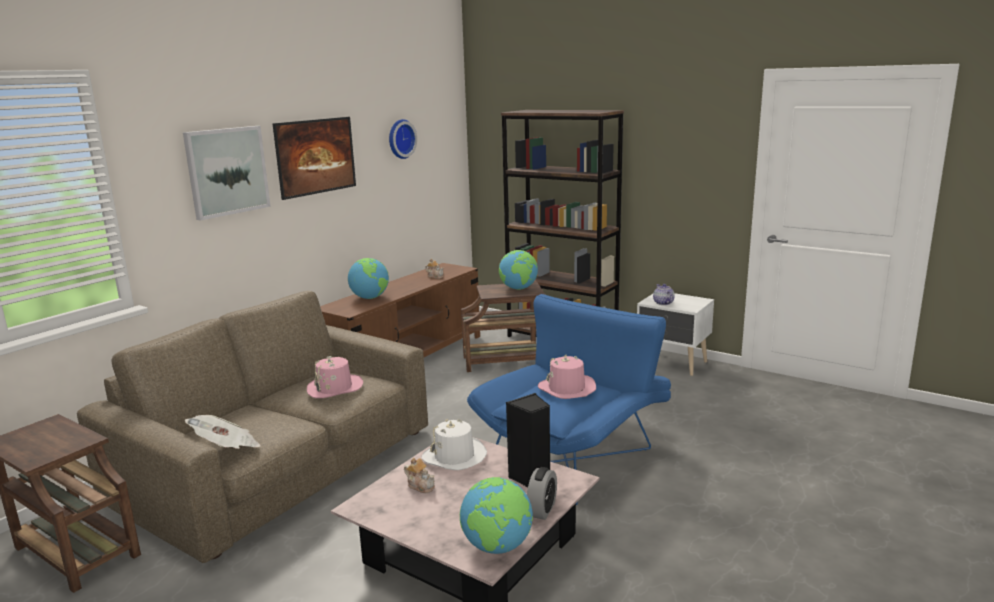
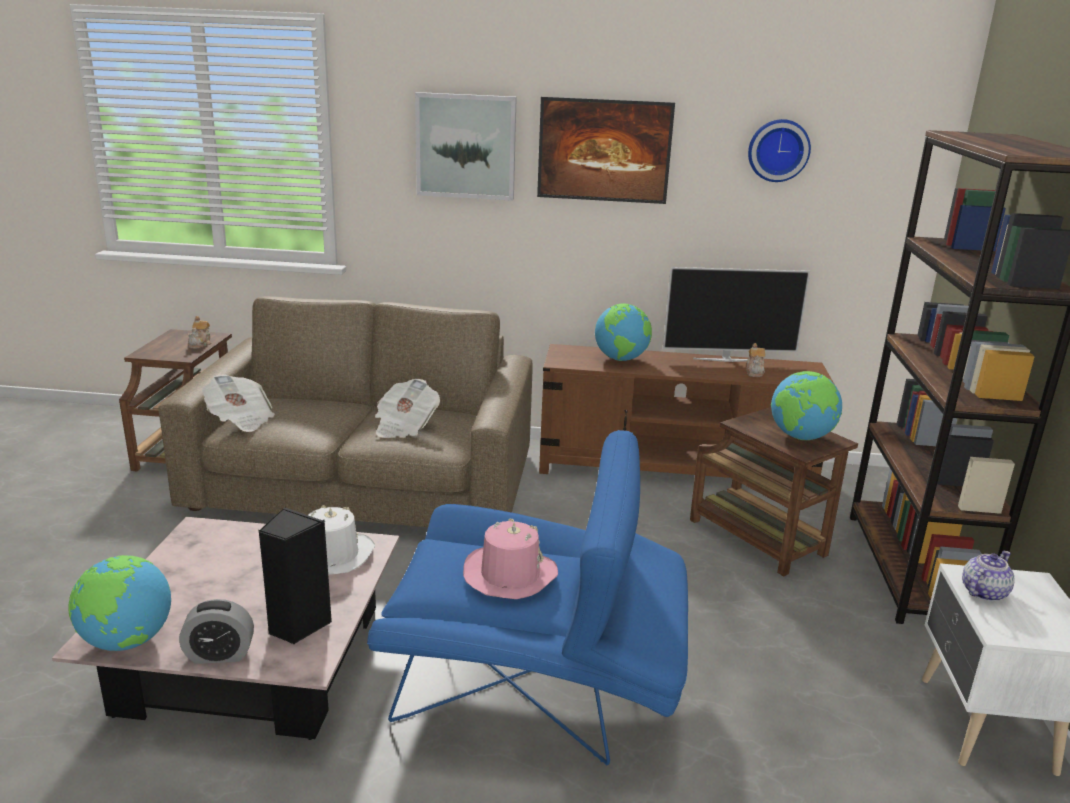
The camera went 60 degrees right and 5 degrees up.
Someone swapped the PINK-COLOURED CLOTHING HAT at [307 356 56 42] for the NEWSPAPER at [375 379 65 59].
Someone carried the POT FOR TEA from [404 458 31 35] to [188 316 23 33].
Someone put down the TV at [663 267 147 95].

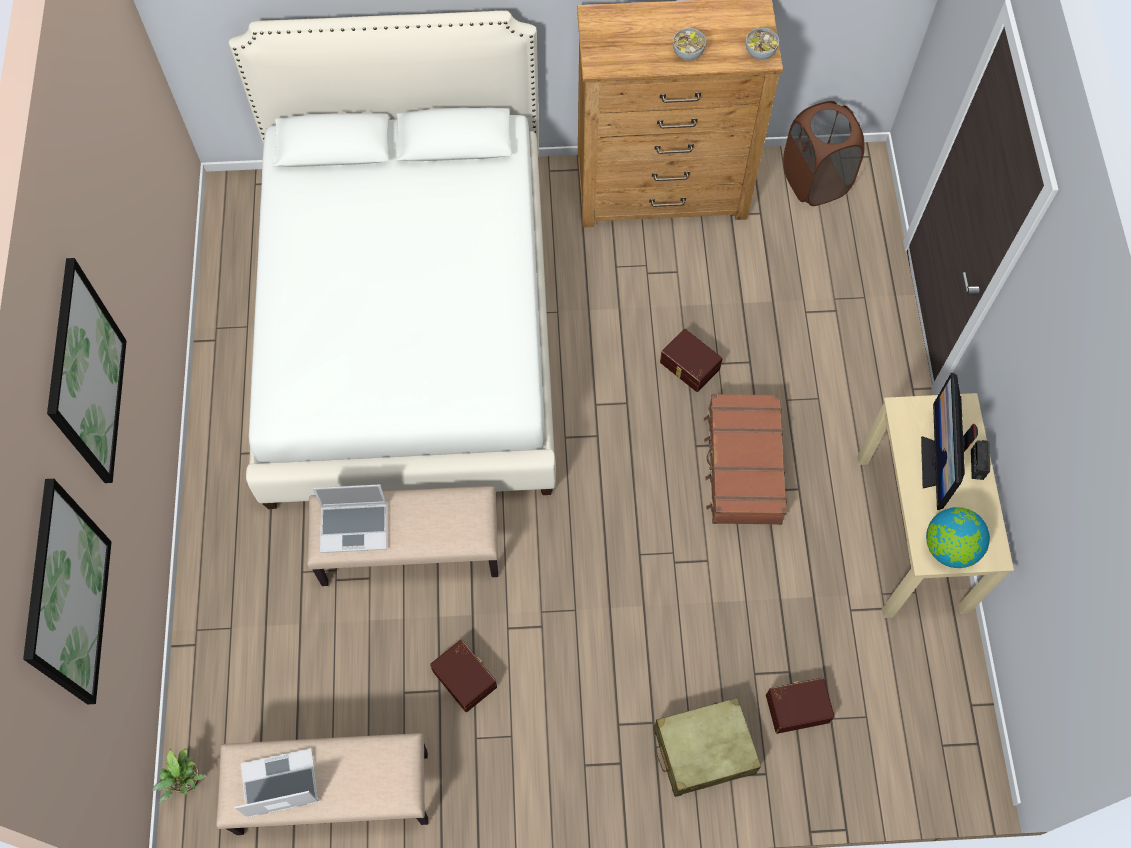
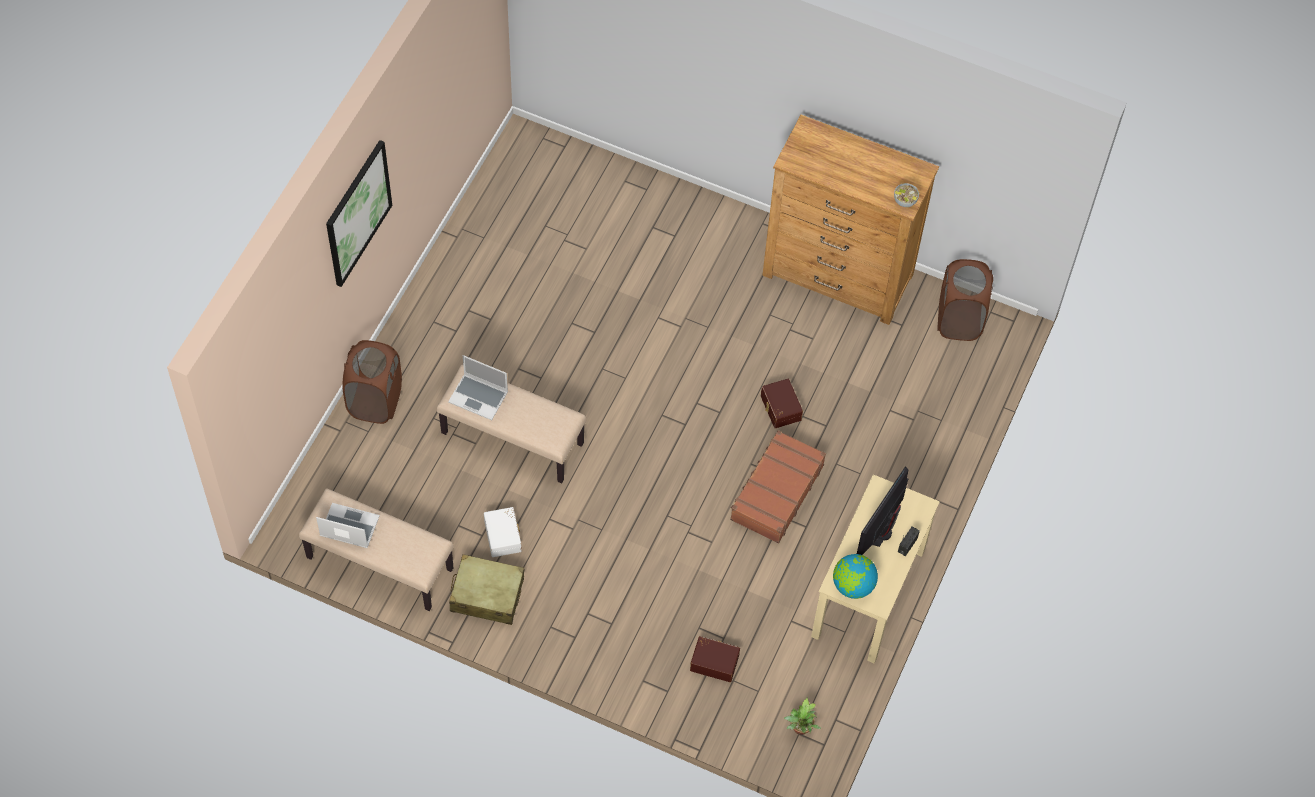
The camera went 25 degrees right and 5 degrees down.
Someone took away the WHITISH BEDROOM BED at [229 11 327 498].
Someone took away the DEEP DISH at [673 28 33 33].
Someone took away the WALL PICTURE at [23 479 88 226].
Someone repainted the BROWN STORAGE CONTAINER at [430 639 67 73], which became the WHITISH STORAGE CONTAINER at [484 507 37 50].
Someone carried the BEIGE-COLOURED TRAVEL CASE from [654 697 107 100] to [449 554 75 71].
Someone carried the PLANT IN A POT from [152 748 55 55] to [784 697 37 38].
Someone put down the BROWN HAMPER at [342 340 60 84].

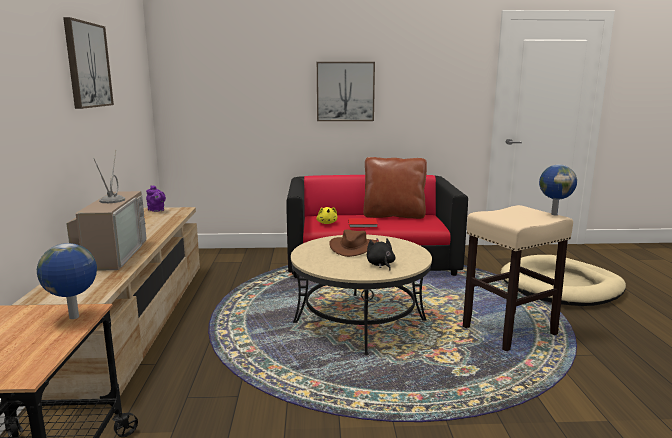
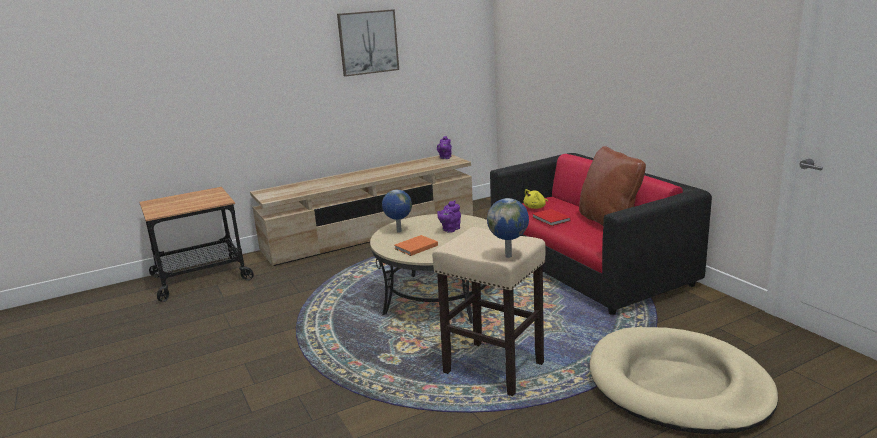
The camera went 65 degrees right and 5 degrees up.
Someone took away the WALL PICTURE at [317 62 58 59].
Someone took away the TV at [66 150 81 121].
Someone swapped the BROWN CLOTHING HAT at [329 230 47 27] for the PURPLISH POT FOR TEA at [437 200 24 33].
Someone swapped the BLACK PLUSH TOY at [367 238 28 32] for the ORANGE VOLUME at [394 235 44 21].
Someone carried the DESK GLOBE from [37 243 60 76] to [382 190 30 43].

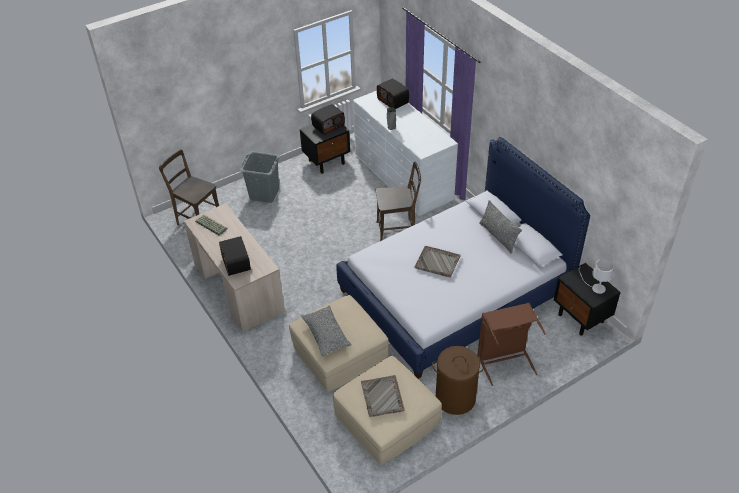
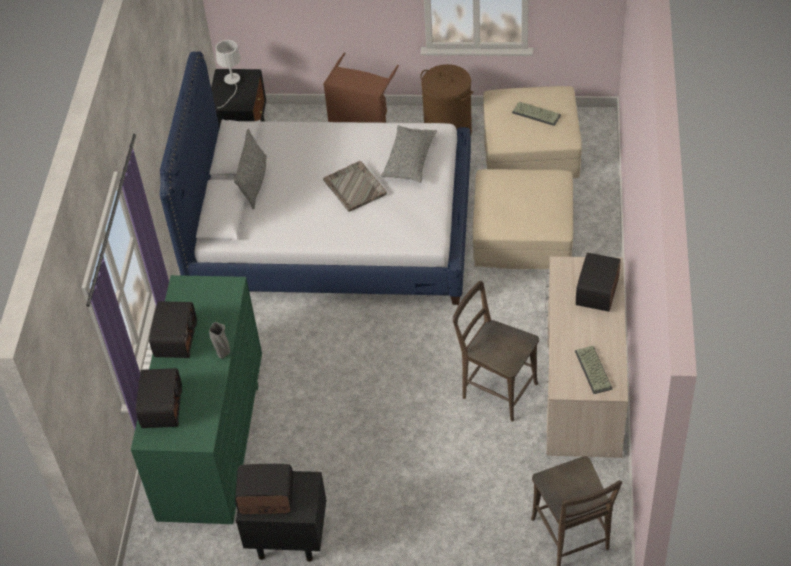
The camera went 140 degrees left and 5 degrees up.
Someone repainted the WHITISH DRESSER at [353 91 105 125], which became the GREEN-COLOURED DRESSER at [131 275 131 249].
Someone took away the GREYISH HAMPER at [239 151 41 52].
Someone carried the BROWN PLAIN CHAIR from [376 161 45 80] to [453 281 86 141].
Someone carried the GREYISH CUSHION from [301 306 50 51] to [381 125 56 58].
Someone swapped the GREYISH CARRYING TRAY at [361 375 44 42] for the COMPUTER KEYBOARD at [512 102 49 24].
Someone put down the RADIO SET at [149 301 48 57].

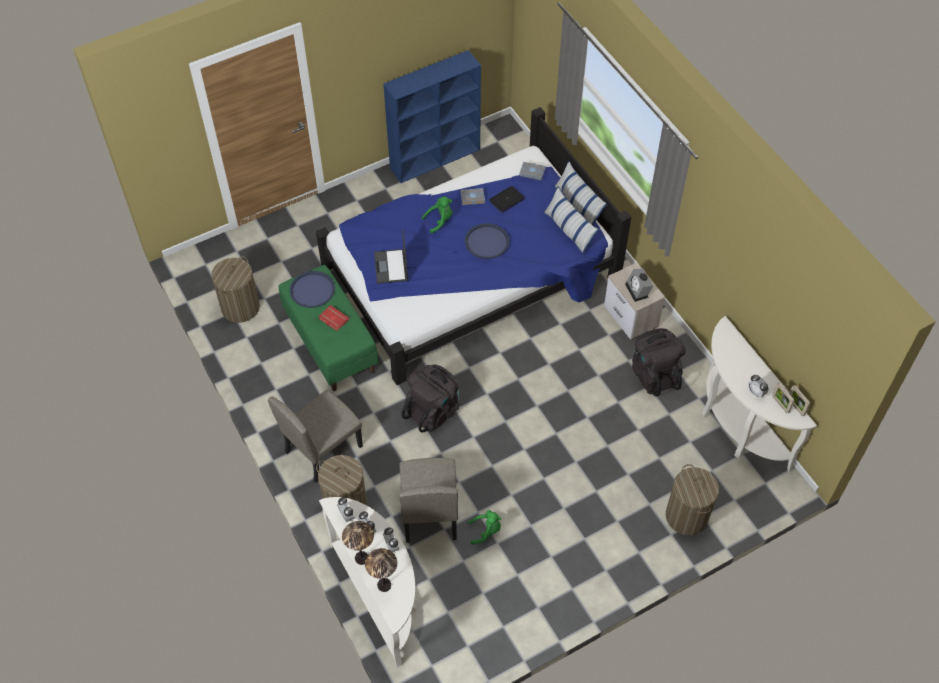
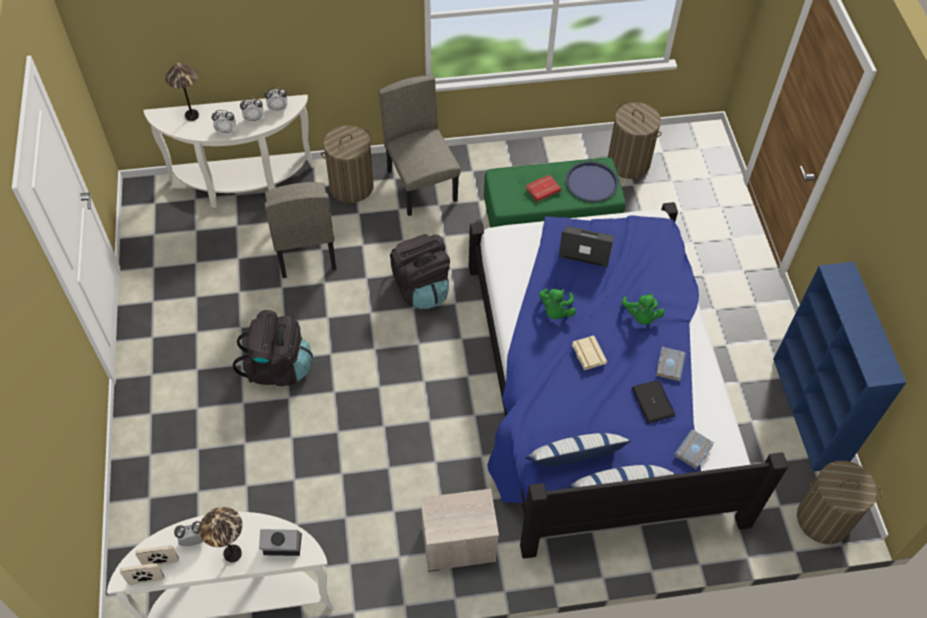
The camera went 110 degrees right and 0 degrees up.
Someone swapped the BLUE CARRYING TRAY at [465 223 45 36] for the BEIGE-COLOURED VOLUME at [572 335 35 35].
Someone carried the TABLE CLOCK from [625 268 28 34] to [259 529 43 27].
Someone carried the BLACK RUCKSACK from [632 328 54 68] to [233 310 80 76].
Someone rotated the BEIGE-COLOURED PLAIN CHAIR at [399 458 59 85] by 120 degrees counterclockwise.
Someone carried the HAMPER from [666 464 53 71] to [797 461 86 83].
Someone carried the GREEN-COLOURED PLUSH TOY from [467 510 34 34] to [539 288 37 31].
Someone carried the LAMP FOR A TABLE from [342 521 32 44] to [199 507 43 55].

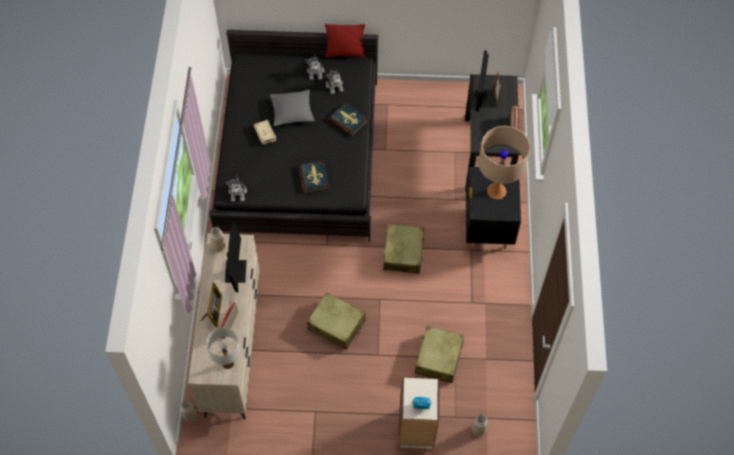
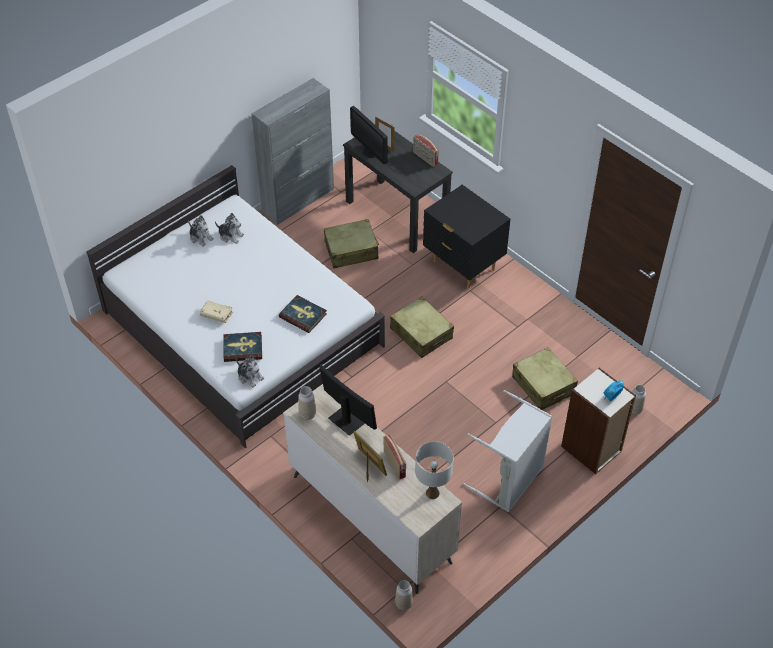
The camera went 45 degrees left and 10 degrees down.
Someone took away the REDDISH CUSHION at [325 24 40 34].
Someone repainted the BLACK BEDROOM BED at [209 30 169 212], which became the WHITISH BEDROOM BED at [86 165 299 283].
Someone took away the GREYISH CUSHION at [270 89 45 37].
Someone carried the VOLUME from [329 102 40 34] to [223 332 39 30].
Someone took away the BEIGE-COLOURED LAMP FOR A TABLE at [478 126 53 74].
Someone carried the BEIGE-COLOURED TRAVEL CASE from [307 292 59 58] to [324 219 55 49].
Someone put down the GREYISH STORAGE CABINET at [251 78 83 147].
Someone put down the GREYISH HAMPER at [463 390 89 123].

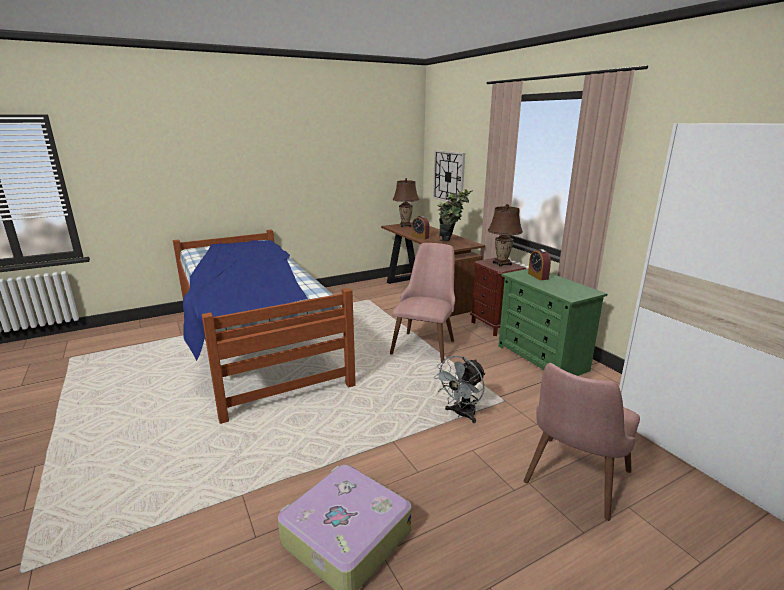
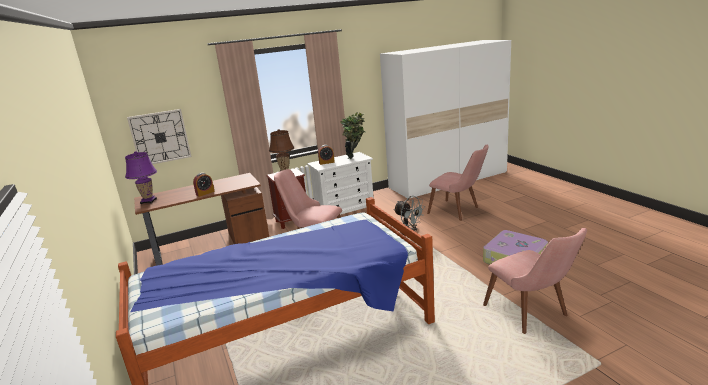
The camera went 85 degrees left and 0 degrees up.
Someone repainted the BROWN LAMP FOR A TABLE at [393 178 26 49], which became the PURPLISH LAMP FOR A TABLE at [125 151 32 53].
Someone carried the PLANT IN A POT from [437 189 35 52] to [340 112 26 47].
Someone repainted the GREEN-COLOURED DRESSER at [498 269 109 107], which became the WHITISH DRESSER at [307 152 67 63].
Someone put down the PINK-COLOURED PLAIN CHAIR at [483 228 104 106].

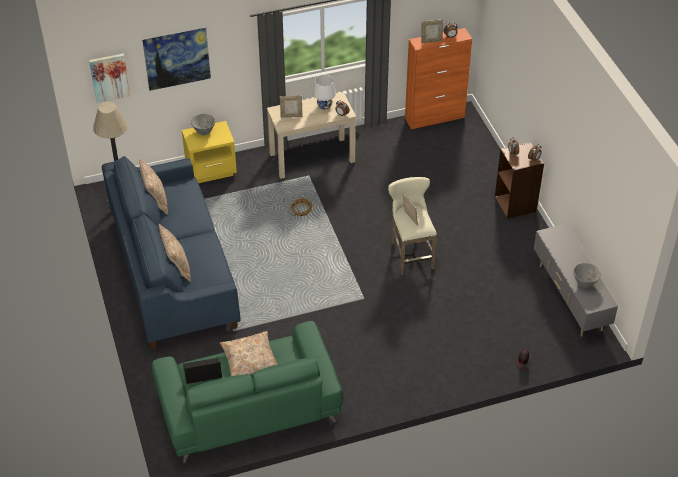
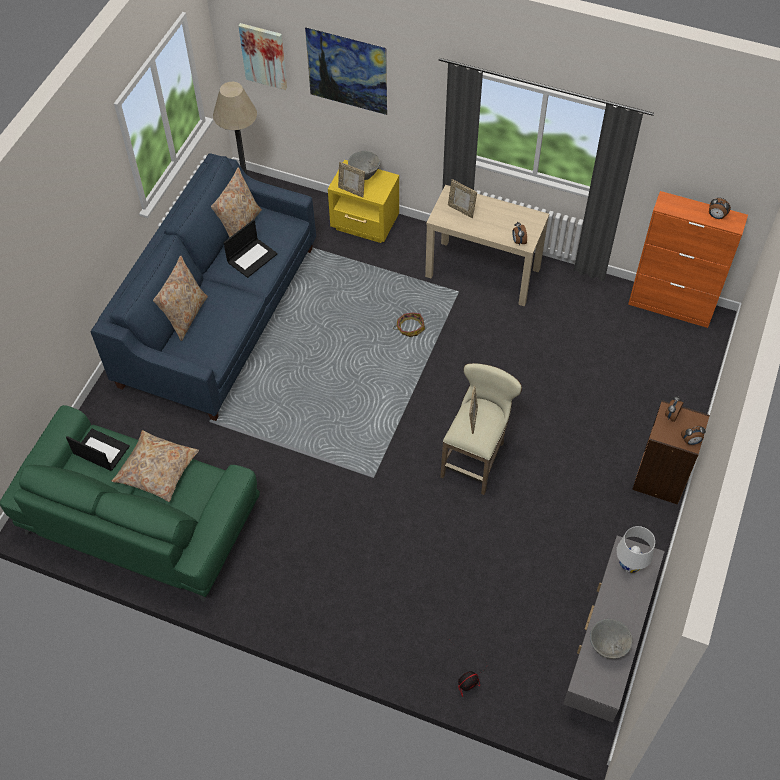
The camera went 40 degrees right and 10 degrees up.
Someone carried the PHOTO FRAME from [421 19 22 24] to [338 162 27 36].
Someone carried the WHITISH LAMP FOR A TABLE from [313 75 23 34] to [616 526 39 47].
Someone put down the NOTEBOOK COMPUTER at [224 219 53 59].

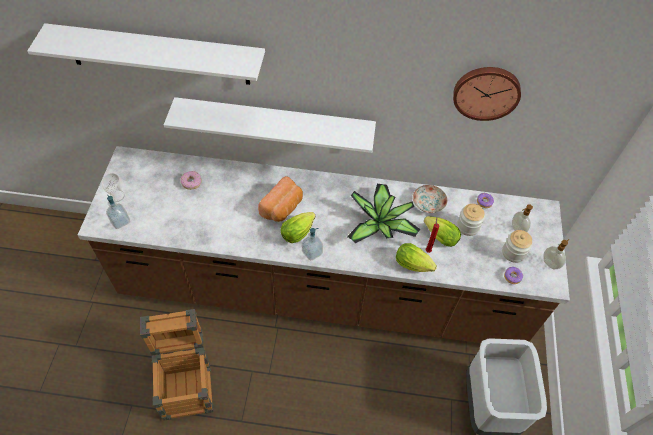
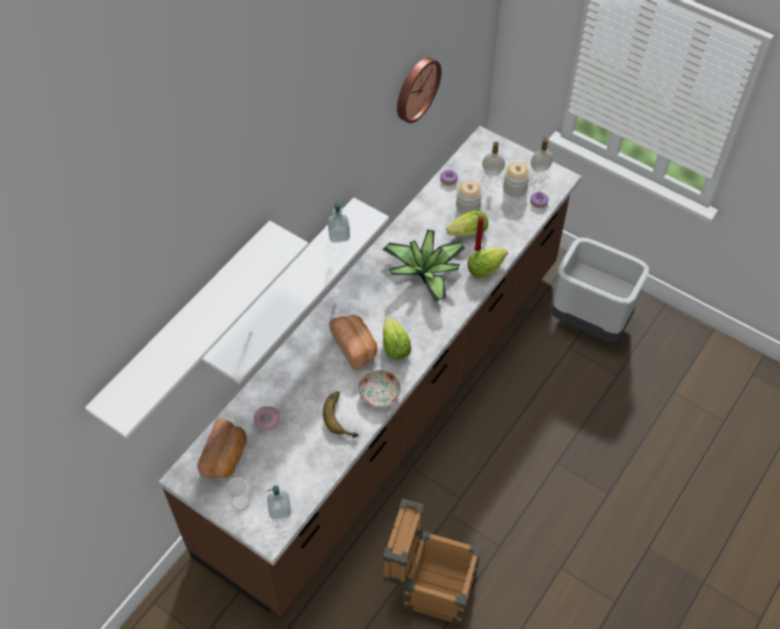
The camera went 60 degrees left and 0 degrees up.
Someone carried the PLATE from [413 185 35 28] to [359 370 42 37].
Someone carried the SOAP DISPENSER from [302 228 21 32] to [328 200 22 43].
Someone put down the BANANA FRUIT at [323 391 35 47].
Someone put down the BAKERY BREAD at [197 418 50 60].

